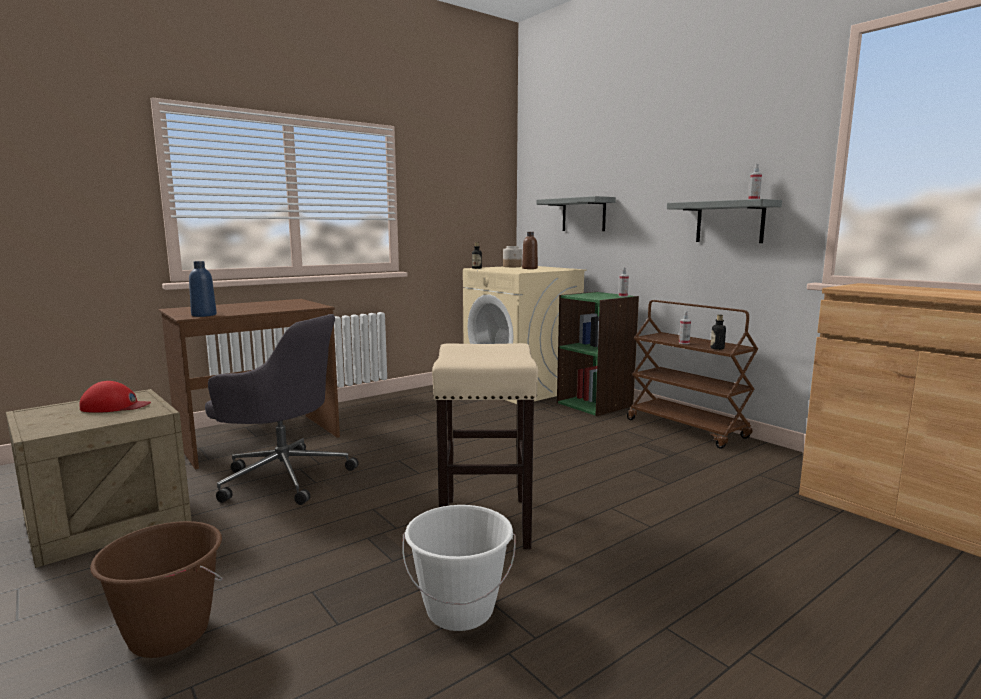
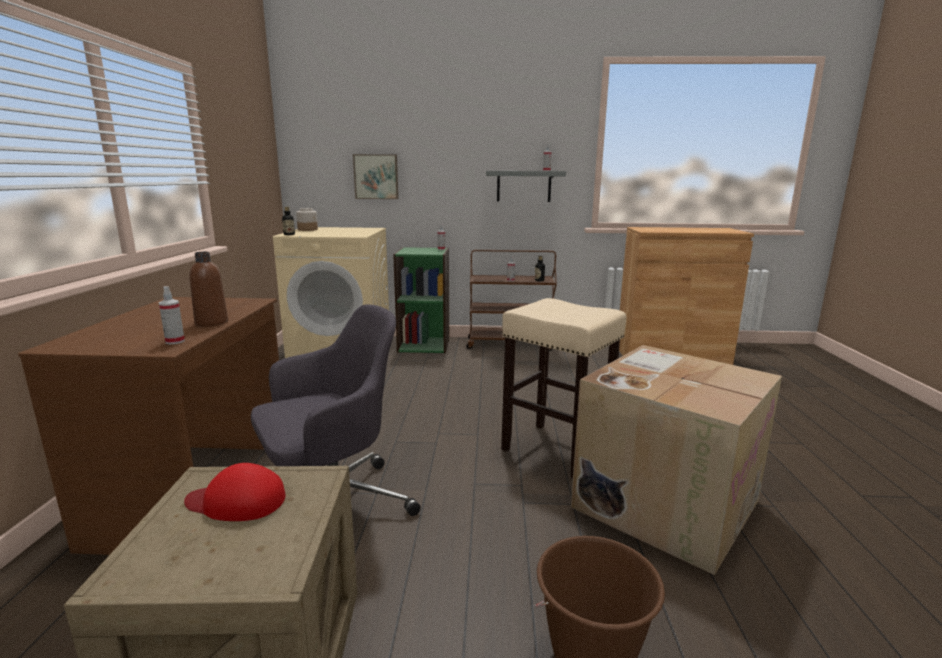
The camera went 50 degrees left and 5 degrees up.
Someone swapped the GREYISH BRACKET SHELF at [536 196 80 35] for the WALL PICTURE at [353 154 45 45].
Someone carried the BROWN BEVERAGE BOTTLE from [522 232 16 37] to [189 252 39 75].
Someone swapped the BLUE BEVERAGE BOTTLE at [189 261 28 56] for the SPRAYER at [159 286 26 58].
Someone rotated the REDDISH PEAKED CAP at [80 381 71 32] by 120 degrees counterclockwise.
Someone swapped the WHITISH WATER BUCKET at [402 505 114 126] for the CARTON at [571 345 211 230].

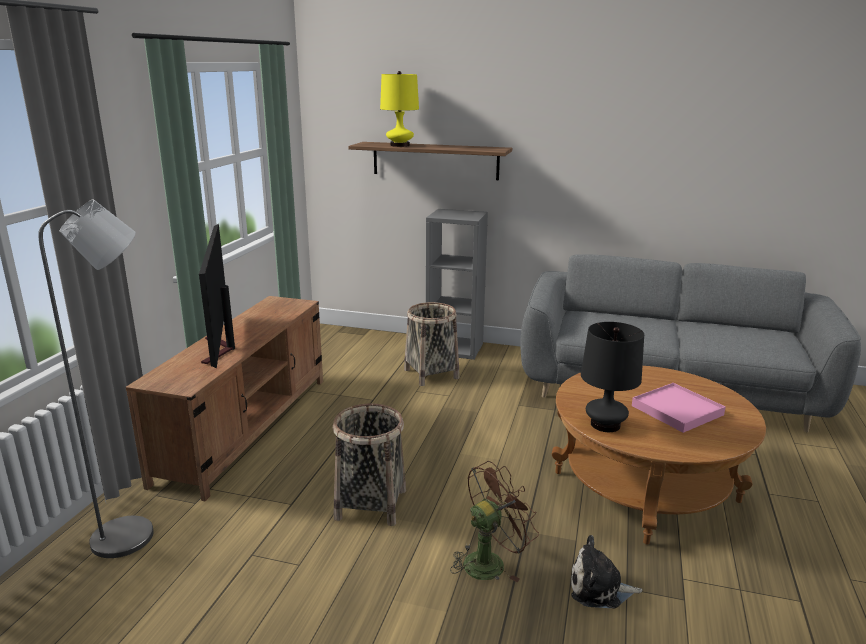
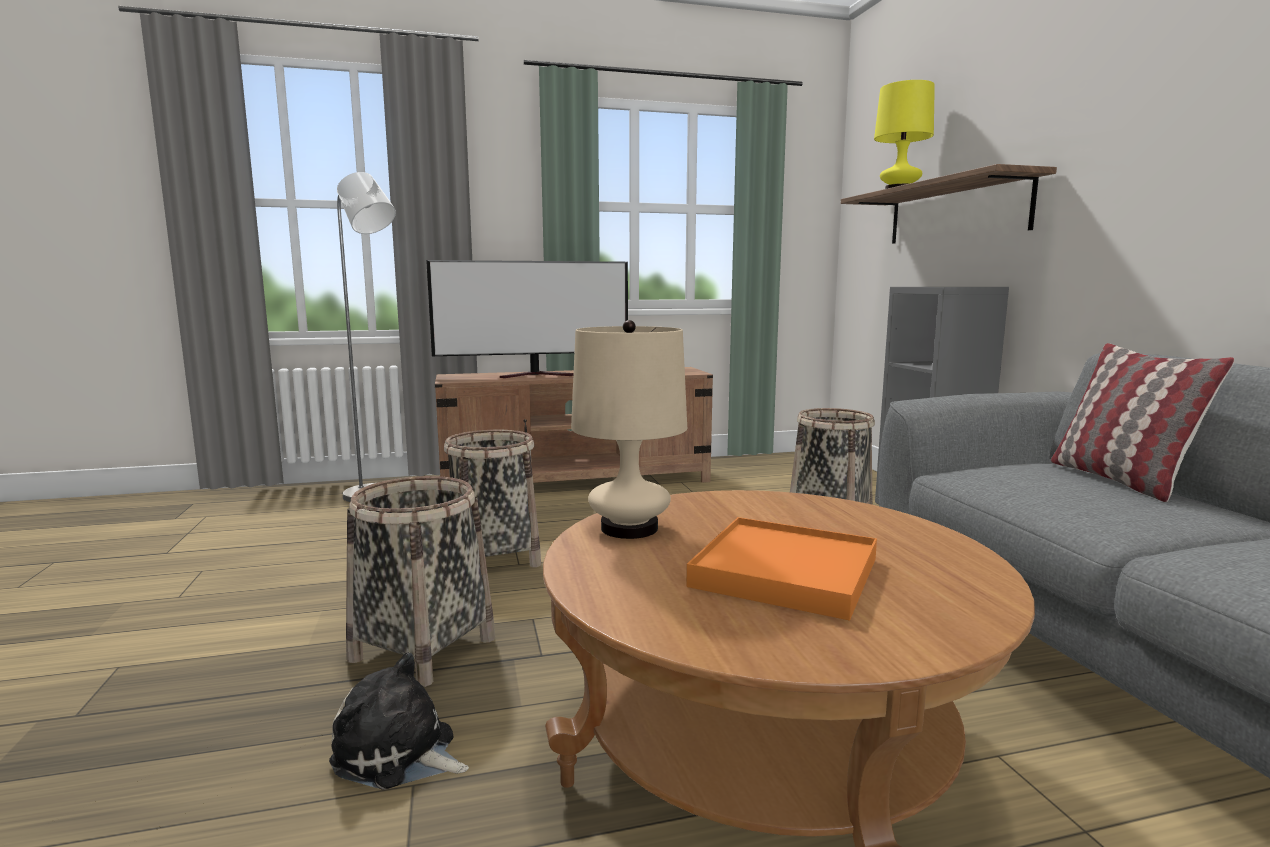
The camera went 60 degrees right and 10 degrees down.
Someone rotated the TV at [199 224 36 145] by 150 degrees counterclockwise.
Someone repainted the BLACK LAMP FOR A TABLE at [581 322 63 110], which became the BEIGE-COLOURED LAMP FOR A TABLE at [571 320 116 219].
Someone repainted the PINK-COLOURED CARRYING TRAY at [632 383 94 50], which became the ORANGE CARRYING TRAY at [687 517 190 104].
Someone swapped the BROWN COOLING FAN at [450 461 89 121] for the BASKET at [346 476 149 211].
Someone rotated the PLUSH TOY at [571 535 71 73] by 45 degrees counterclockwise.
Someone put down the CUSHION at [1050 343 185 159].

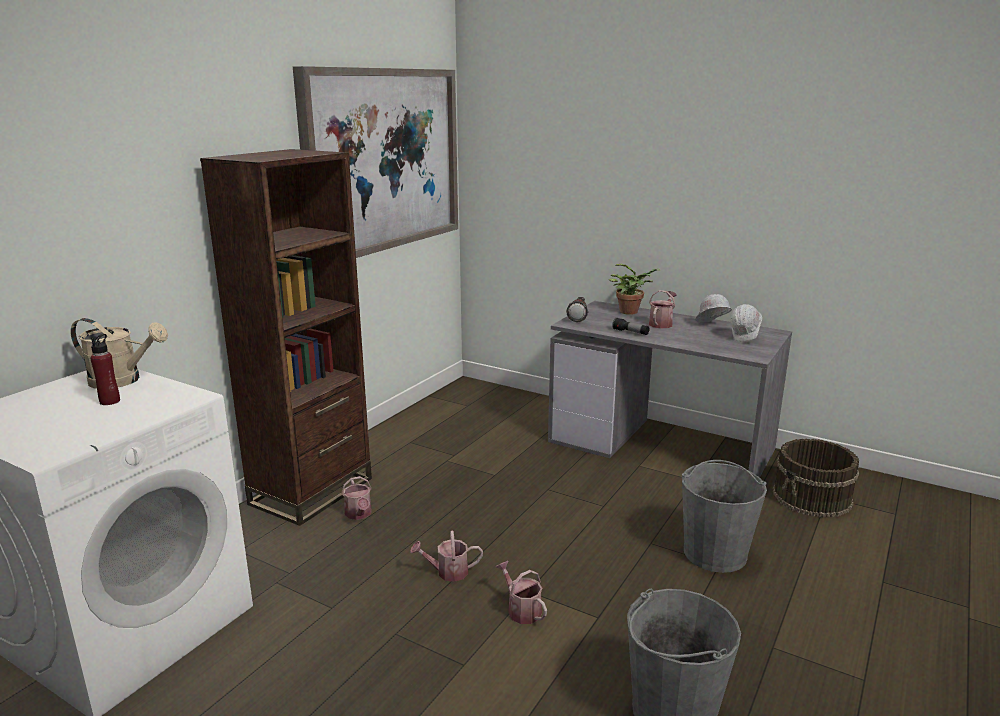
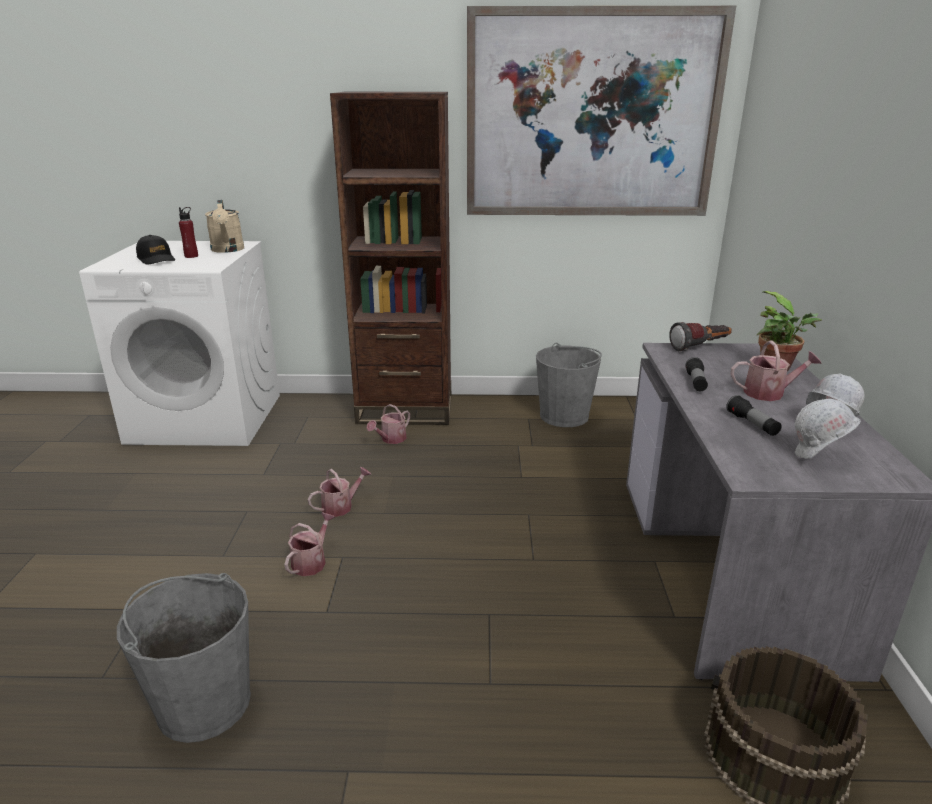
The camera went 60 degrees right and 5 degrees up.
Someone carried the GREYISH WATER BUCKET from [682 460 85 113] to [536 343 66 84].
Someone rotated the WATERING POT at [410 531 73 51] by 90 degrees clockwise.
Someone put down the BLACK PEAKED CAP at [136 235 39 30].
Someone put down the TORCH at [726 395 56 41].

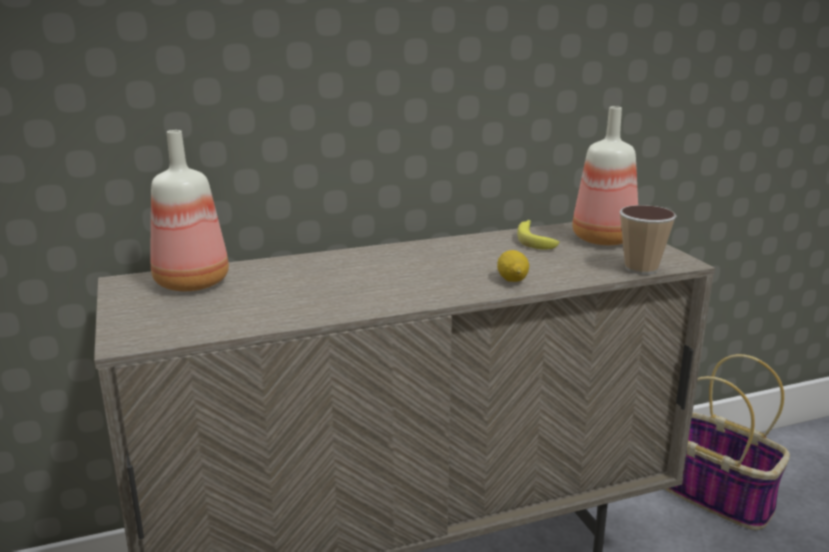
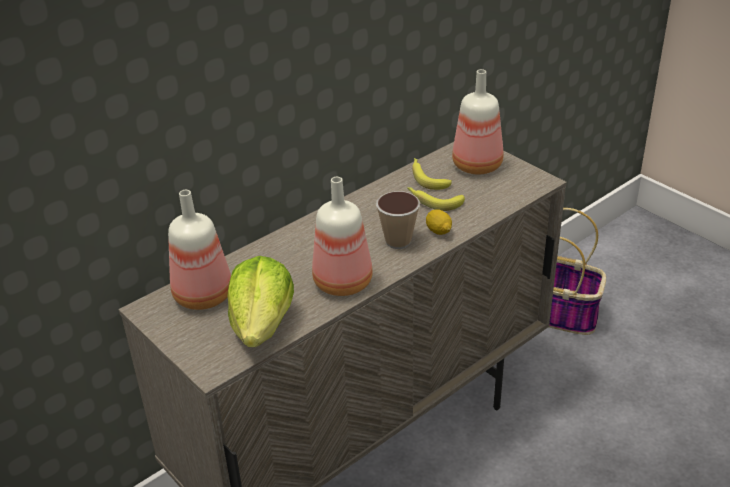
The camera went 20 degrees left and 15 degrees up.
Someone carried the SMALL CUP from [619 205 58 70] to [376 191 44 58].
Someone put down the BEVERAGE BOTTLE at [312 177 61 119].
Someone put down the BANANA FRUIT at [407 187 58 24].
Someone put down the HEAD OF LETTUCE at [228 256 66 91].

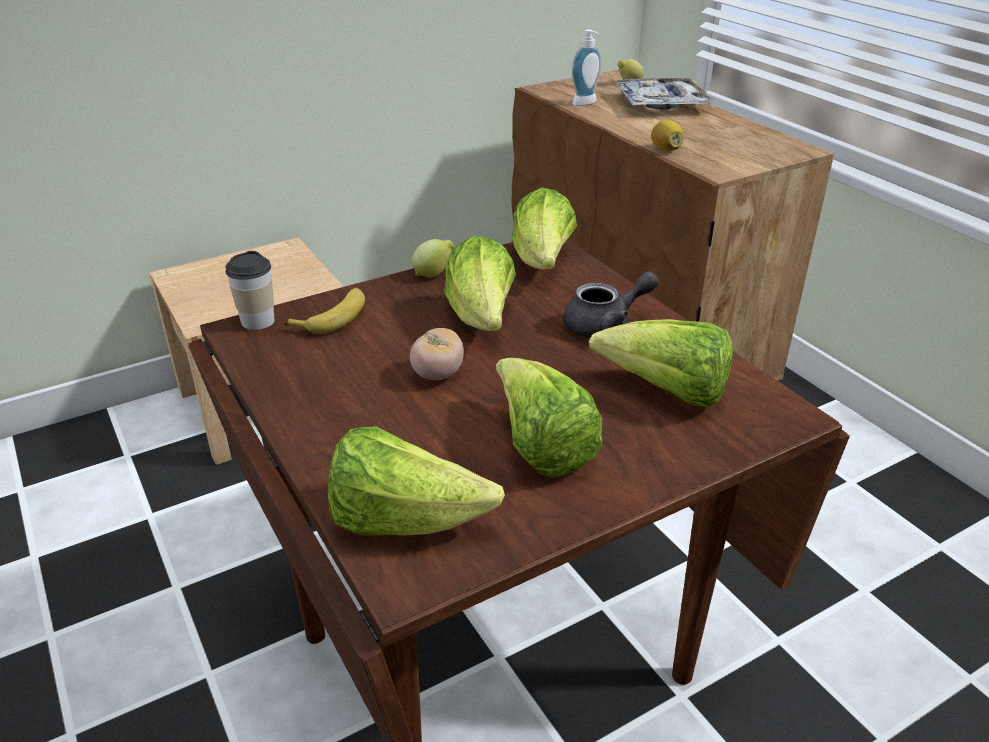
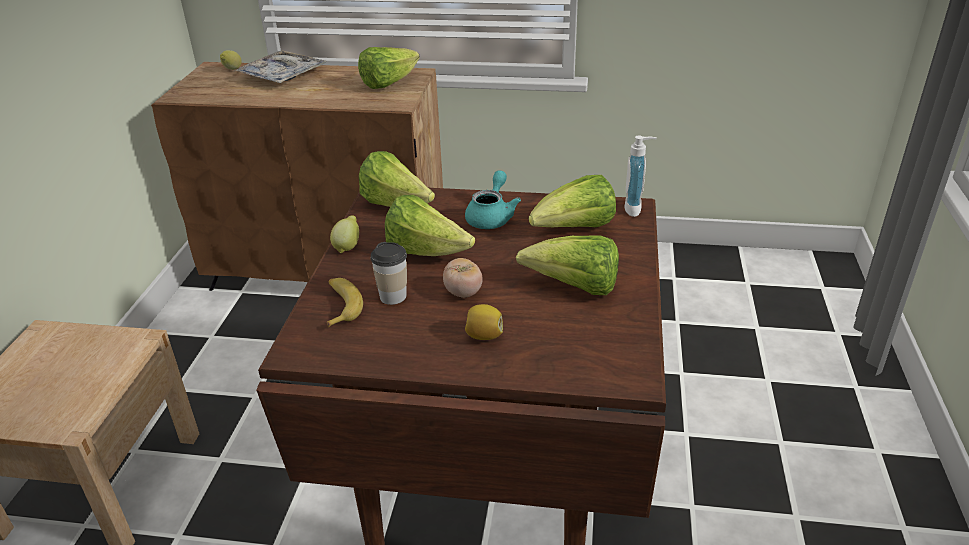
The camera went 50 degrees left and 0 degrees up.
Someone carried the SOAP DISPENSER from [572 29 29 77] to [624 135 33 82].
Someone carried the WHOLE LEMON from [651 120 33 31] to [465 304 38 36].
Someone carried the SMALL CUP from [225 251 50 79] to [371 242 36 63].
Someone repainted the GREYISH POT FOR TEA at [563 271 96 67], which became the BLUE-GREEN POT FOR TEA at [465 170 56 59].
Someone carried the HEAD OF LETTUCE from [328 426 177 109] to [358 47 62 42].

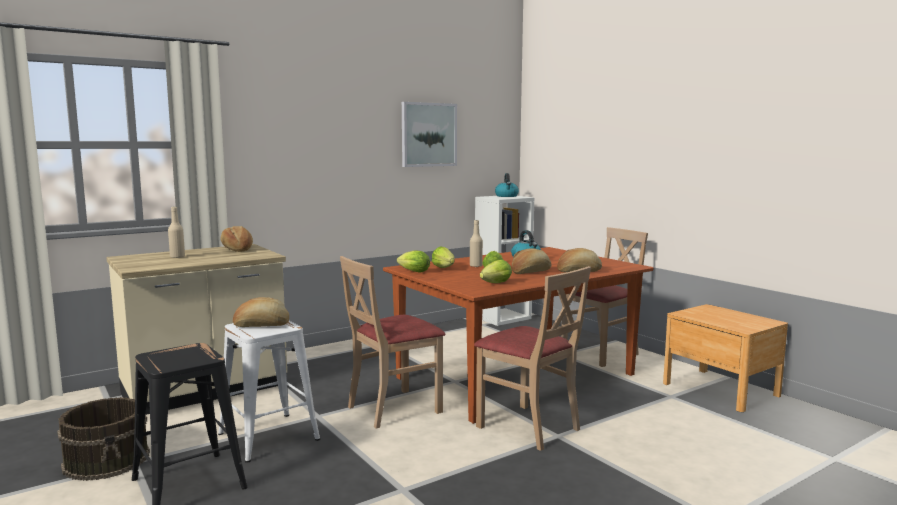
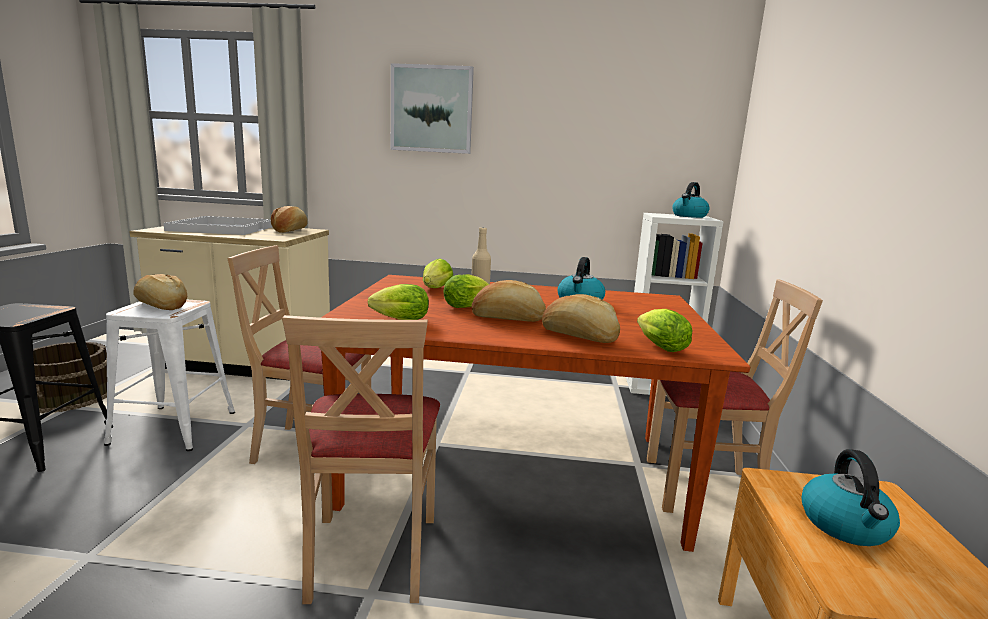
The camera went 40 degrees right and 5 degrees up.
Someone carried the WALL PICTURE from [402 102 55 65] to [391 63 83 91].
Someone swapped the BEIGE-COLOURED BEVERAGE BOTTLE at [168 207 17 51] for the WHITISH CARRYING TRAY at [164 216 108 19].
Someone carried the HEAD OF LETTUCE from [397 251 33 21] to [637 309 56 43].
Someone put down the KETTLE at [801 449 99 97].

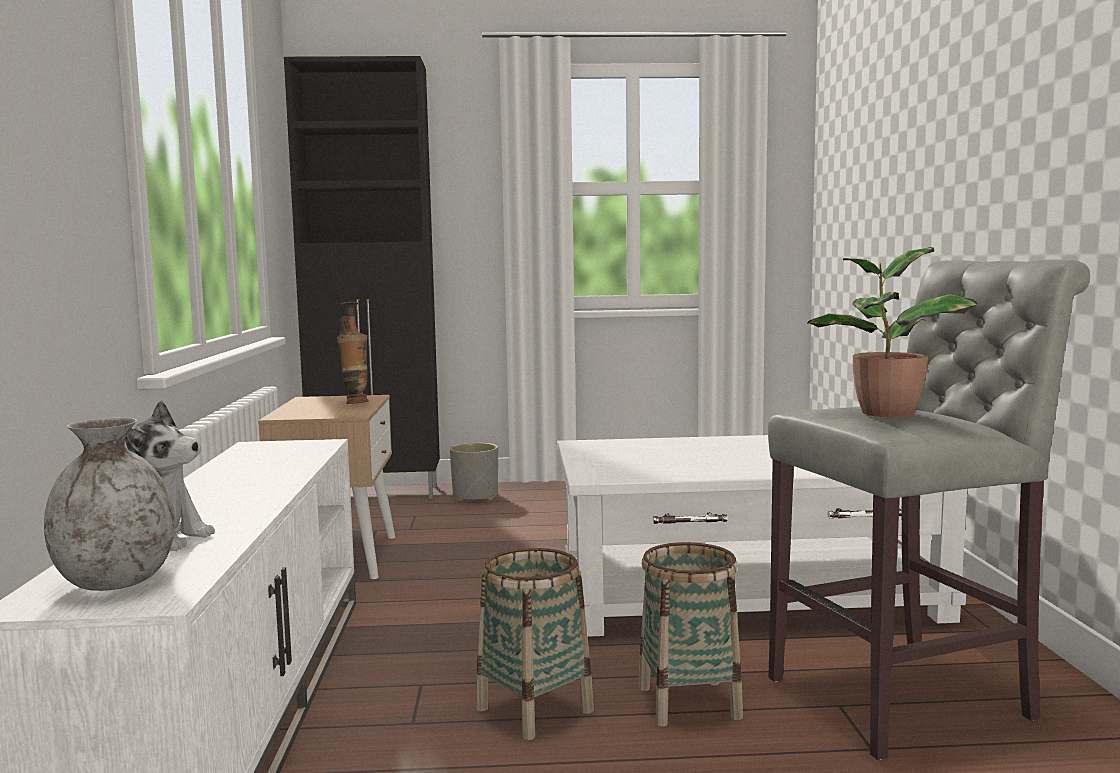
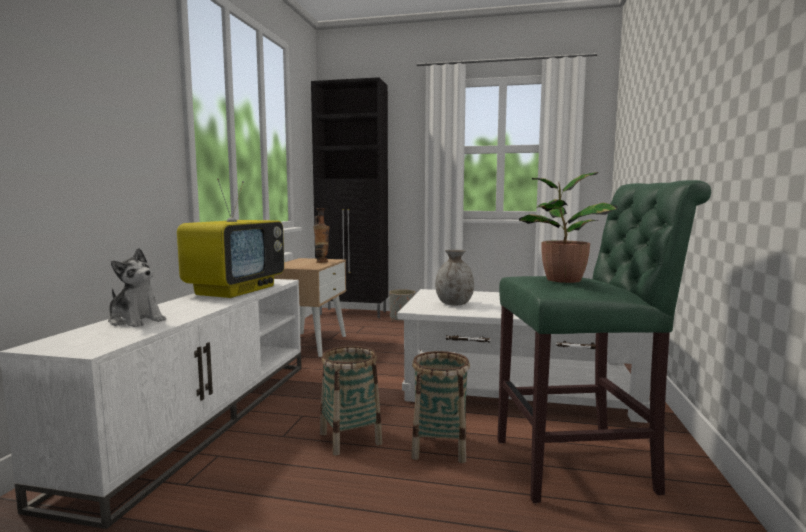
The camera went 15 degrees right and 0 degrees up.
Someone repainted the GREYISH STOOL SEAT at [768 260 322 500], which became the GREEN-COLOURED STOOL SEAT at [497 180 214 323].
Someone carried the GREYISH VASE from [44 418 131 173] to [435 250 39 56].
Someone put down the TV at [177 178 107 120].

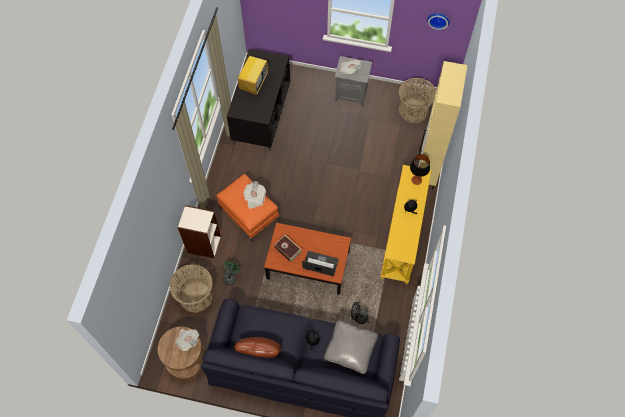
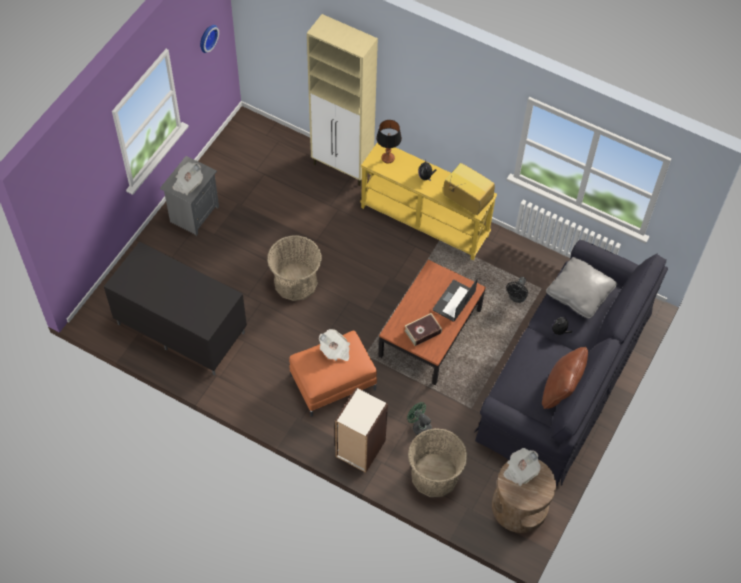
The camera went 75 degrees left and 5 degrees down.
Someone carried the TV from [238 50 30 45] to [443 163 52 52].
Someone carried the BASKET from [399 77 37 46] to [267 236 55 65].

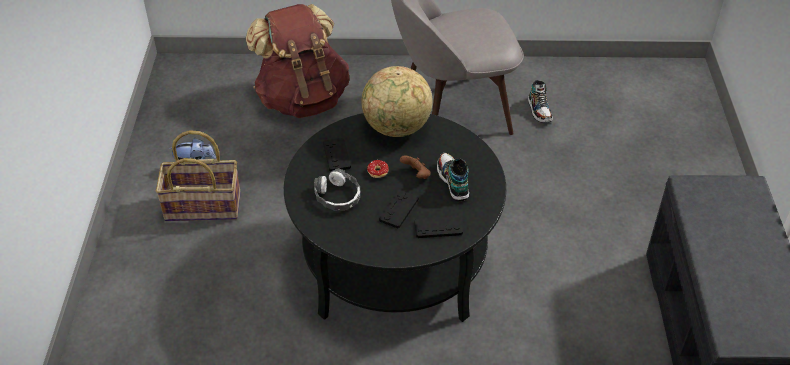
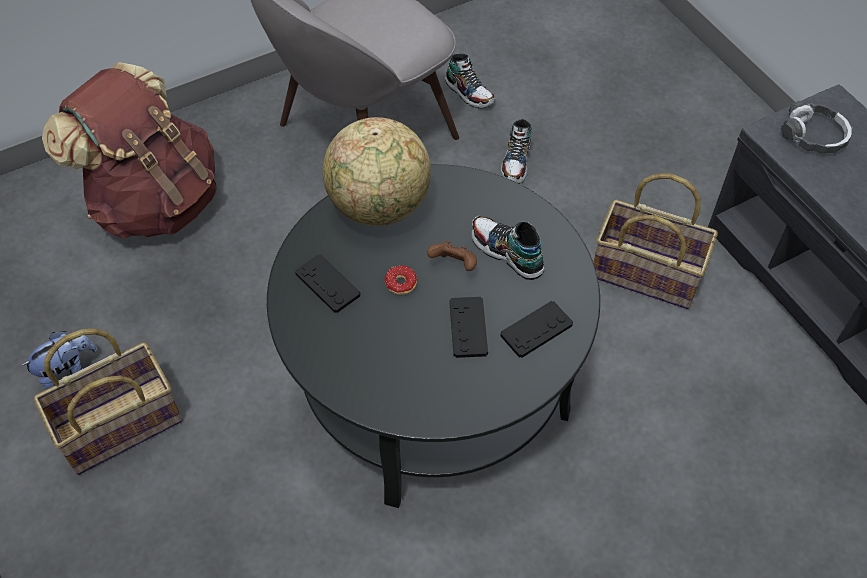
The camera went 30 degrees left and 10 degrees up.
Someone carried the HEADPHONES from [314 168 47 42] to [781 101 72 53].
Someone put down the SHOE at [501 119 31 65].
Someone put down the BASKET at [593 173 125 136].

